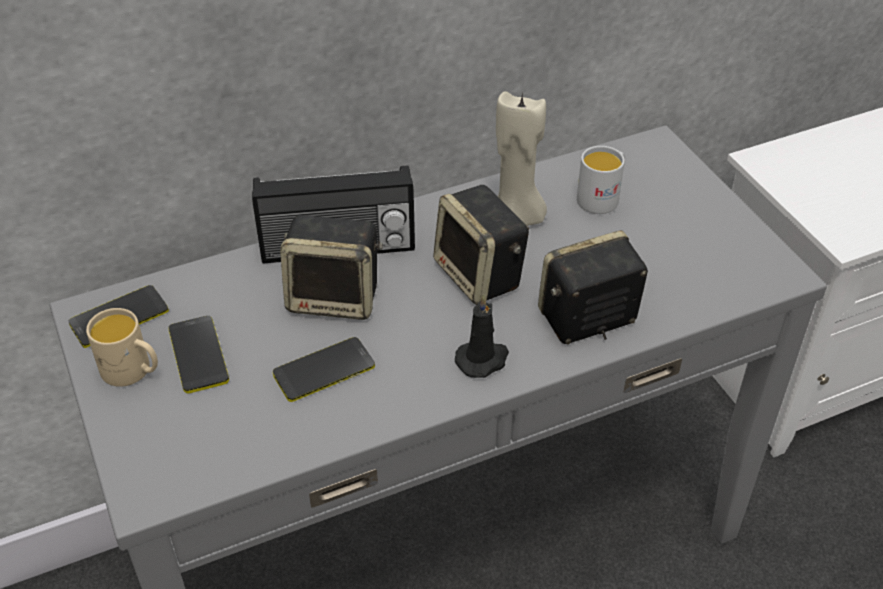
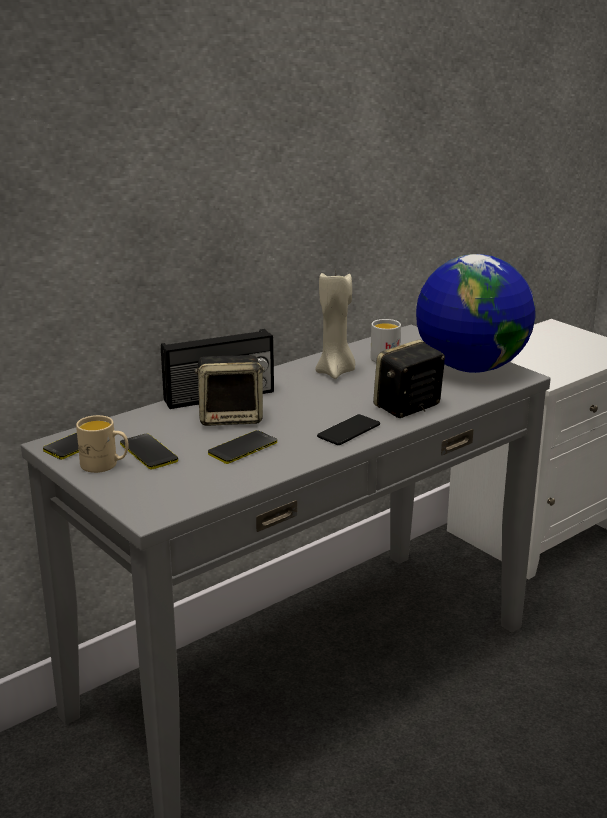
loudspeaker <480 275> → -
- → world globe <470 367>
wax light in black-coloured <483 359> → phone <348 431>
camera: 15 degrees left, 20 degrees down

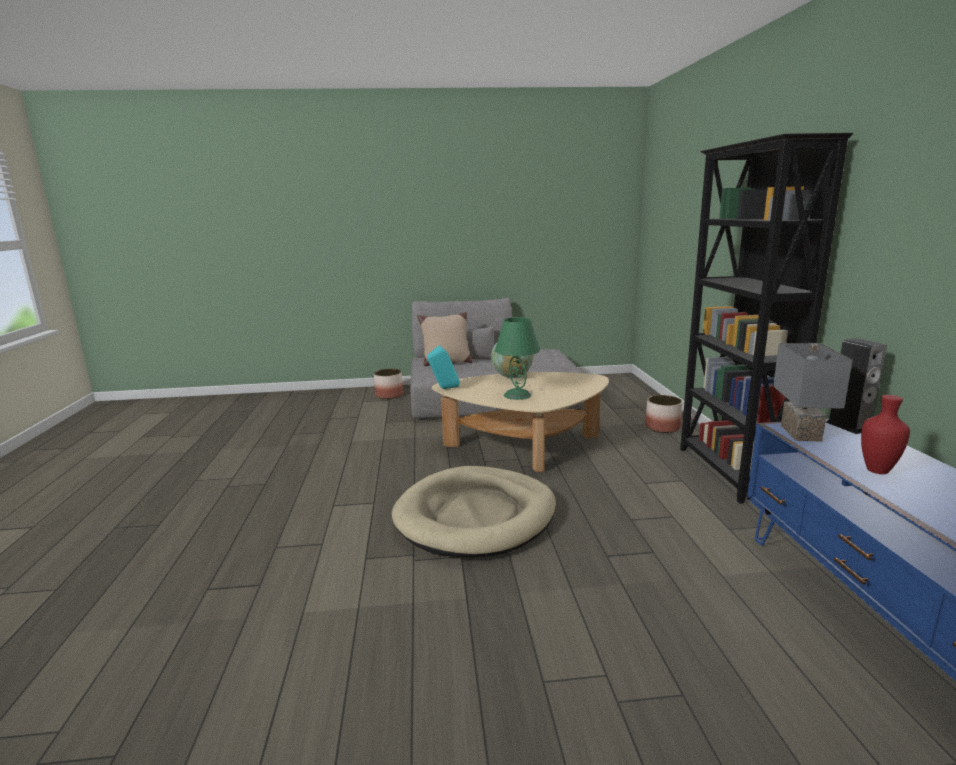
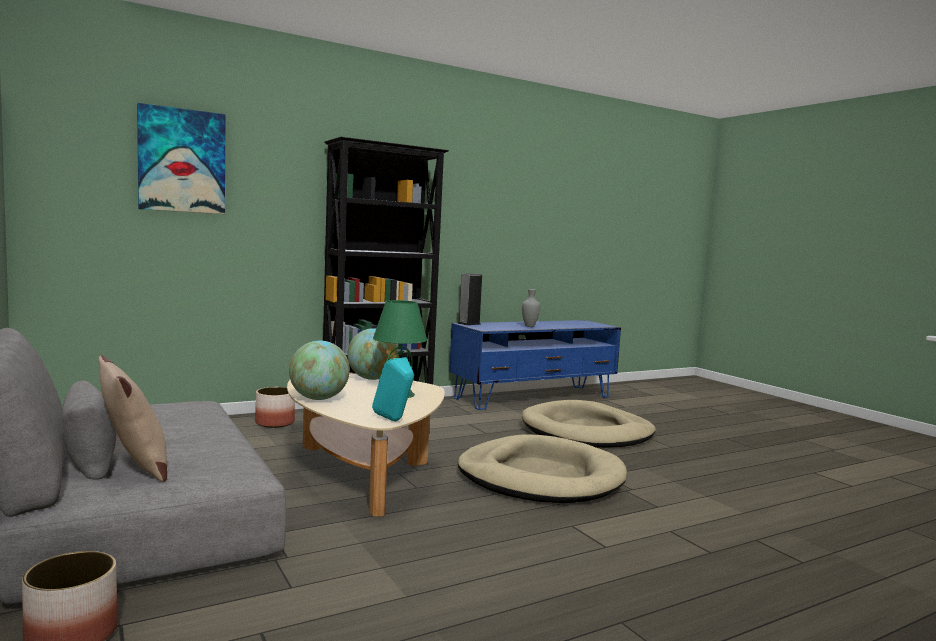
table lamp in greyish <803 433> → -
- → wall art <182 161>
- → world globe <372 379>
- → dog bed in sand-coloured <587 431>
vase in red <877 470> → vase in greyish <529 326>
camera: 115 degrees left, 10 degrees down

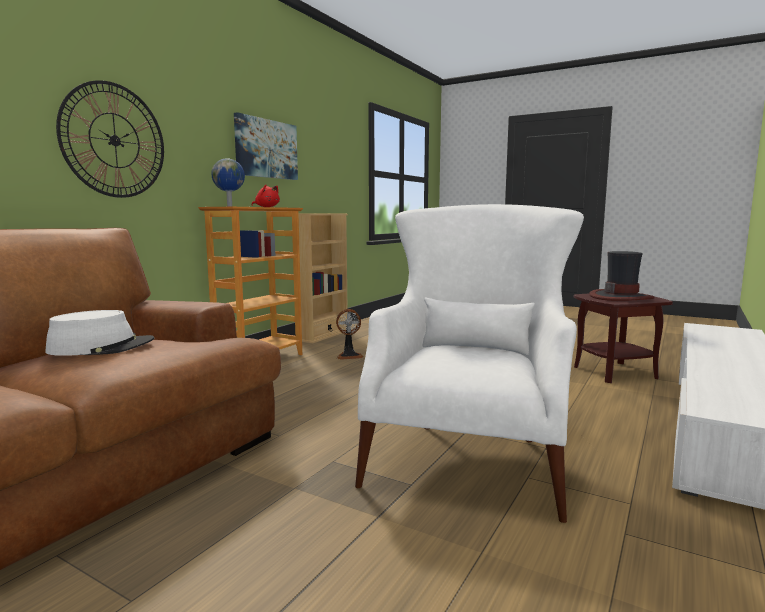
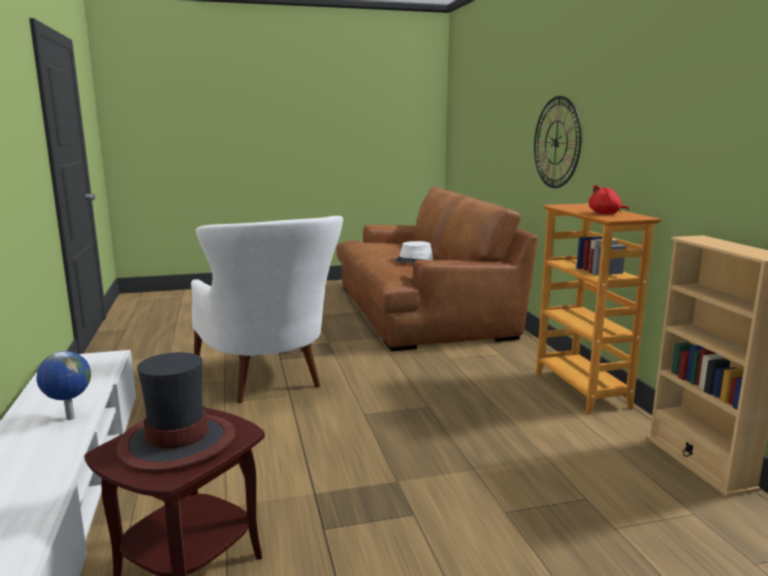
wall art <266 149> → -
fan <349 356> → -
world globe <230 206> → world globe <69 418>, relocated
camera: 135 degrees right, 5 degrees up

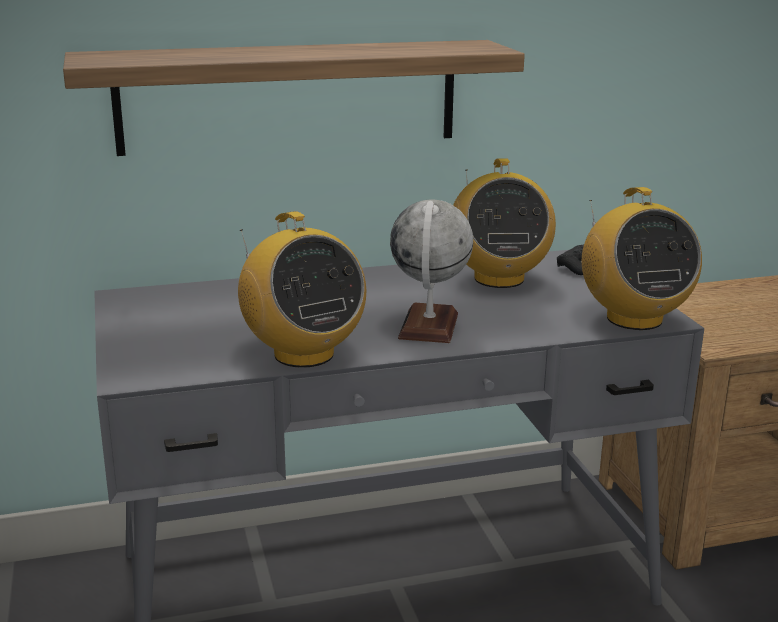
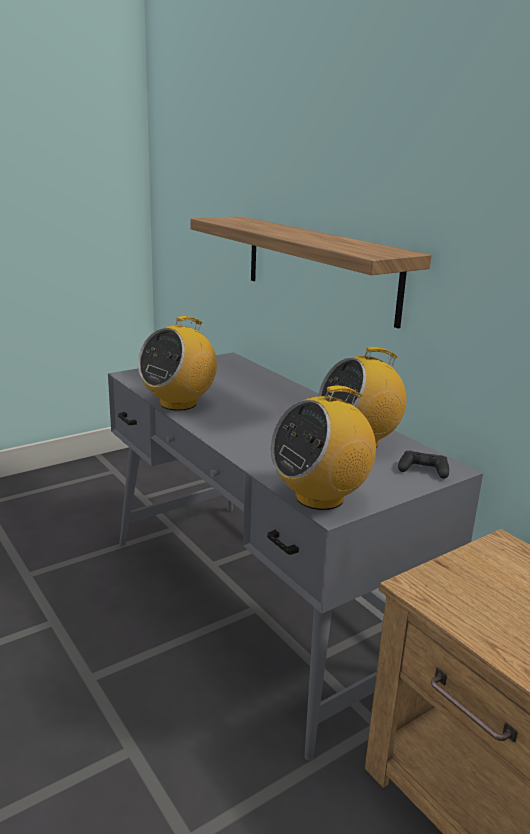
world globe <429 326> → -
camera: 70 degrees right, 0 degrees up

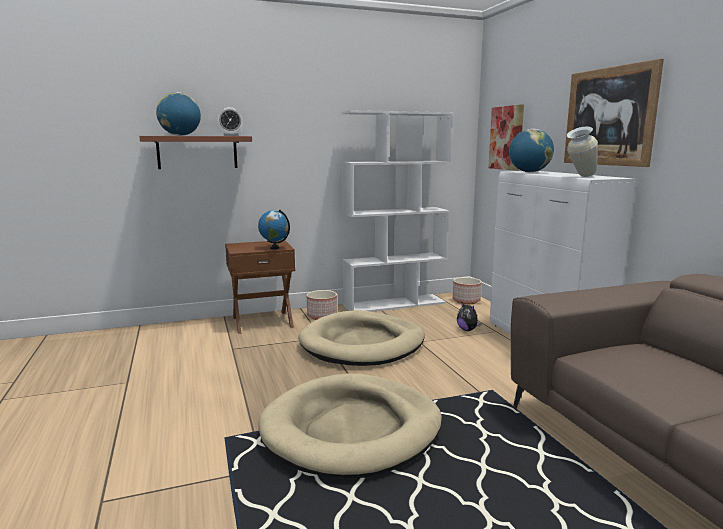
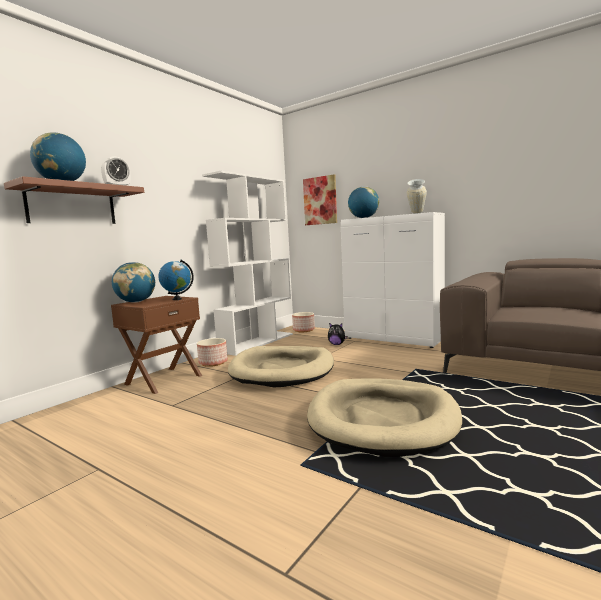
wall art <609 117> → -
- → world globe <136 302>
camera: 35 degrees left, 5 degrees down

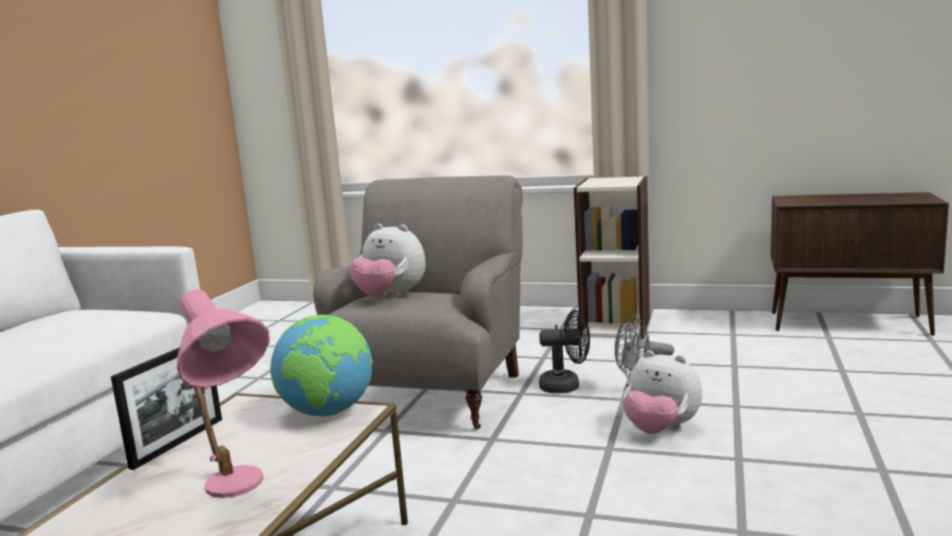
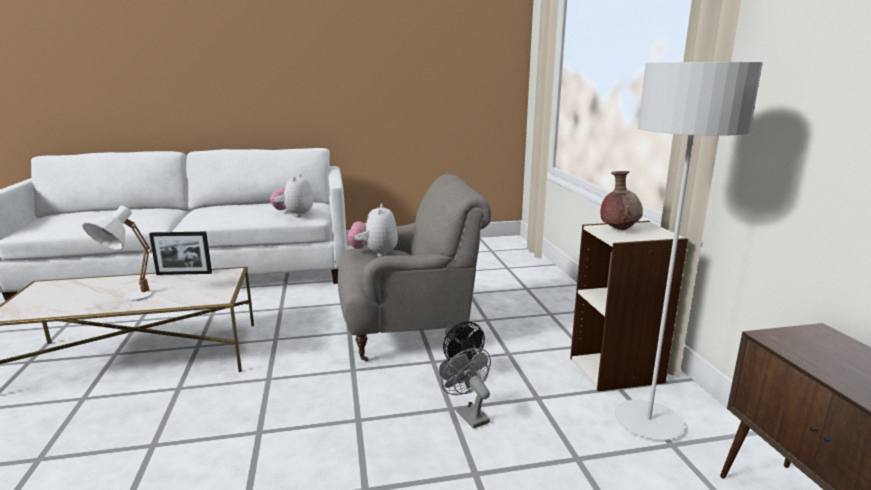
world globe <328 412> → -
- → vase in brown <618 229>
- → standing lamp in greyish <648 422>
soft toy <661 430> → soft toy <294 214>, relocated
table lamp in pink <239 492> → table lamp in white-coloured <128 299>
camera: 60 degrees right, 5 degrees up

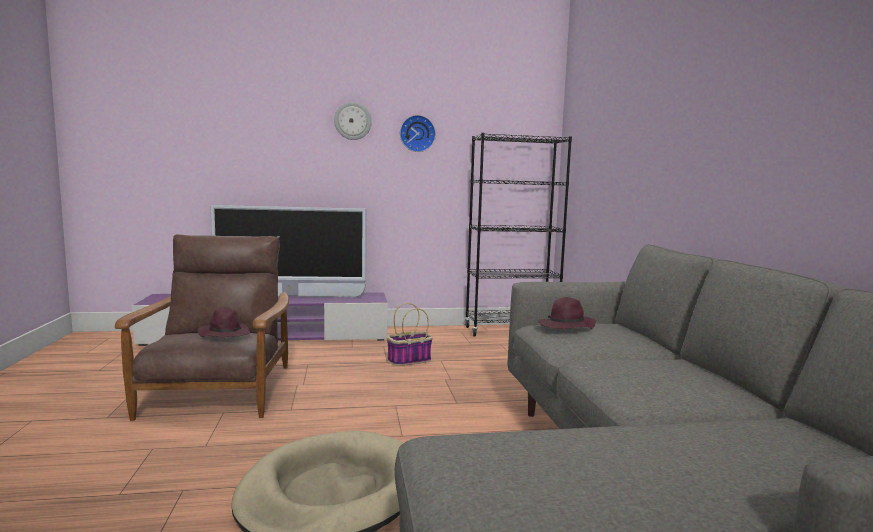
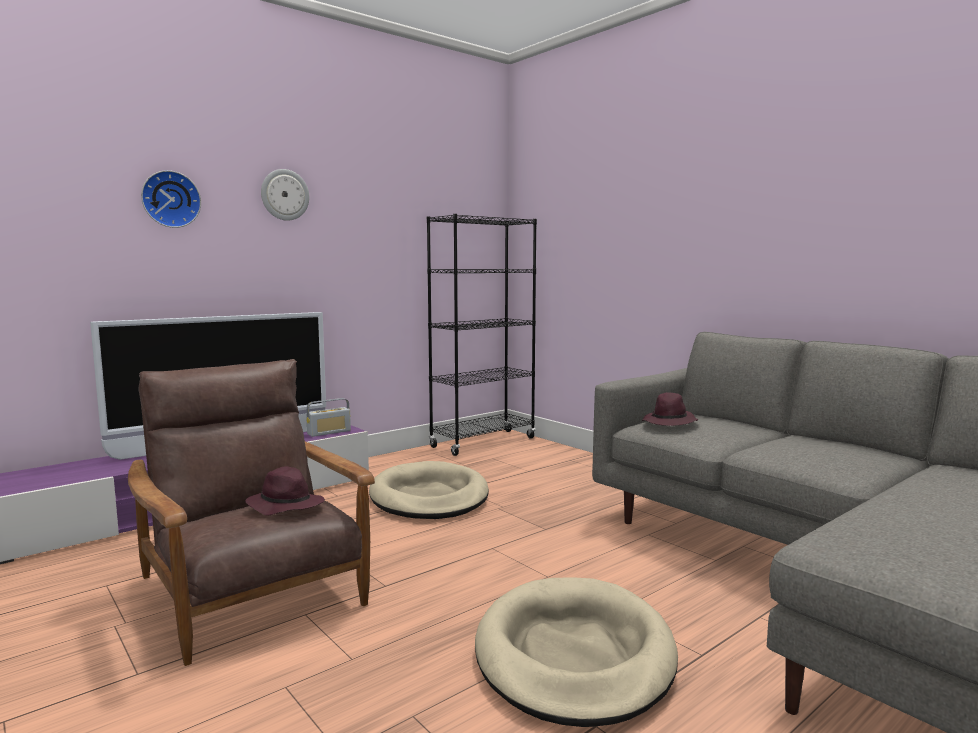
- → radio <329 432>
clock on the wall <417 133> → clock on the wall <170 199>, relocated
basket <409 360> → dog bed in sand-coloured <429 497>
camera: 30 degrees left, 0 degrees up

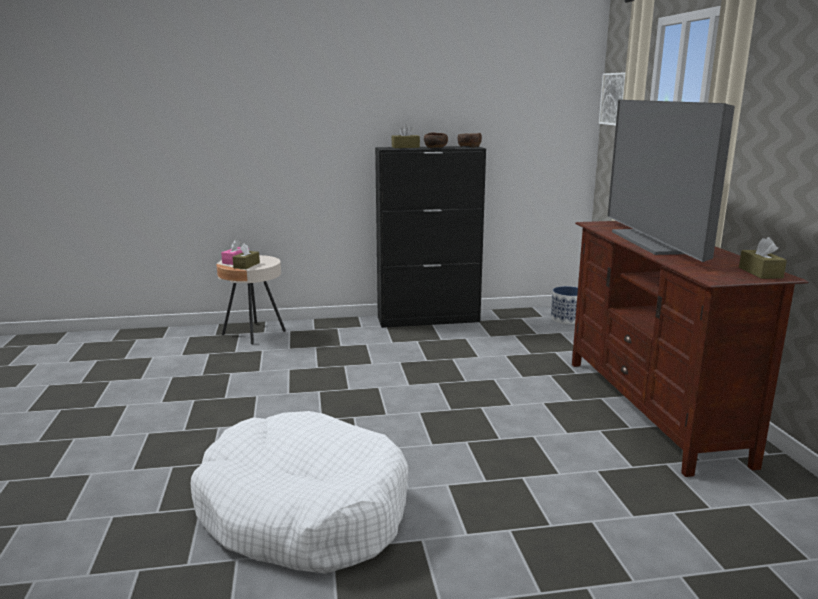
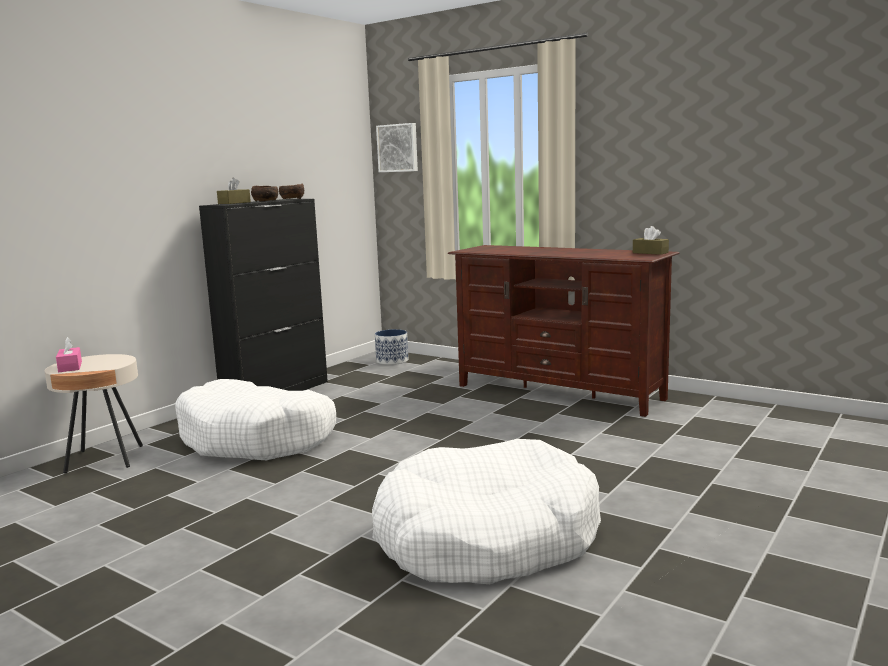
tissue holder in brown <246 265> → -
TV set <656 242> → -
- → dog bed in white-coloured <257 439>
camera: 45 degrees left, 5 degrees down

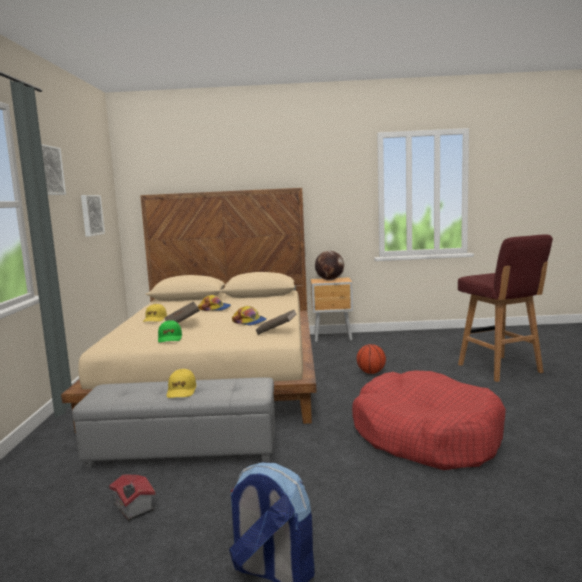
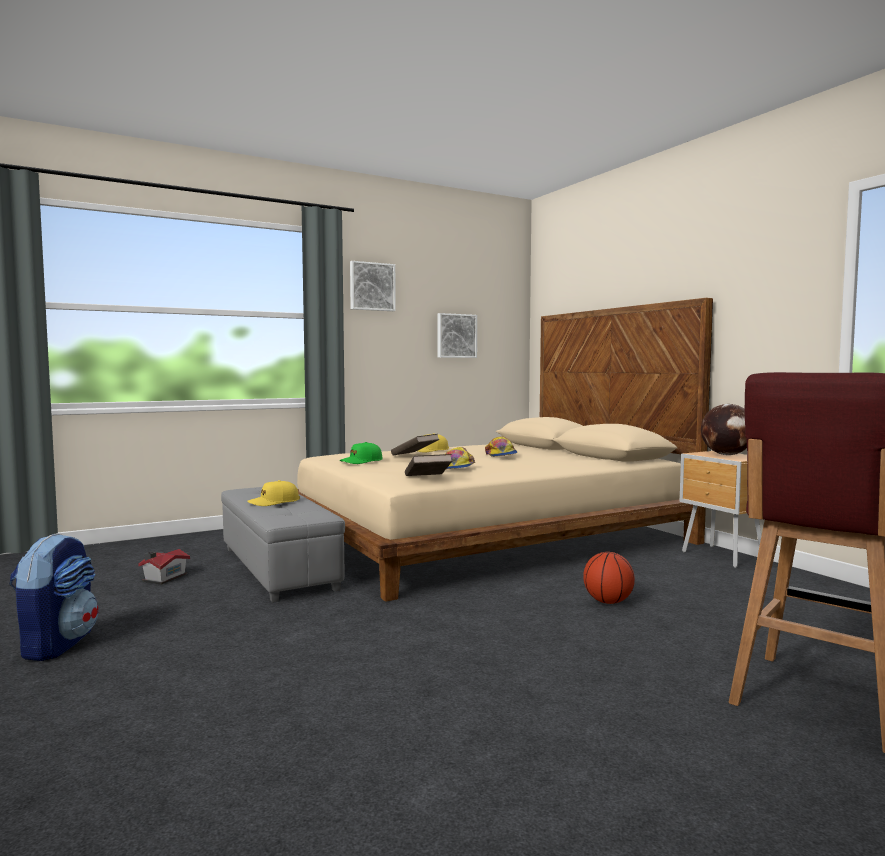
dog bed in red <426 436> → -
camera: 60 degrees right, 5 degrees down

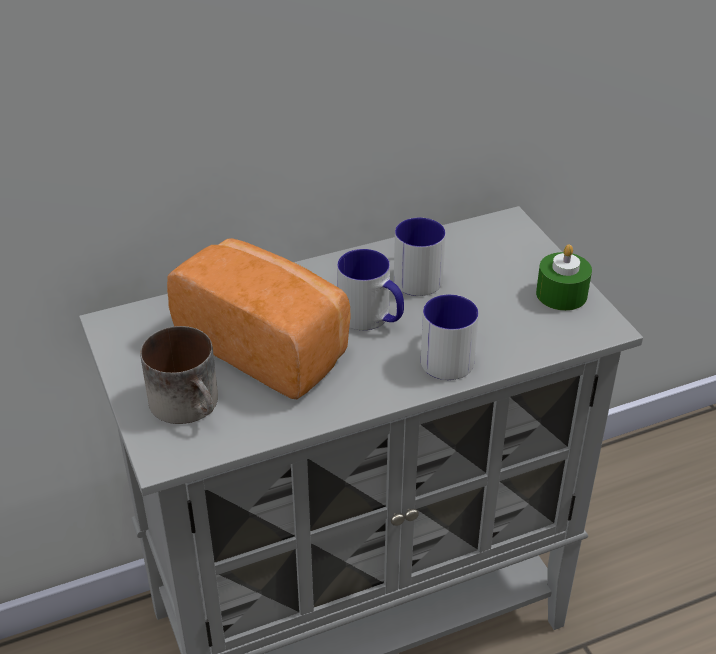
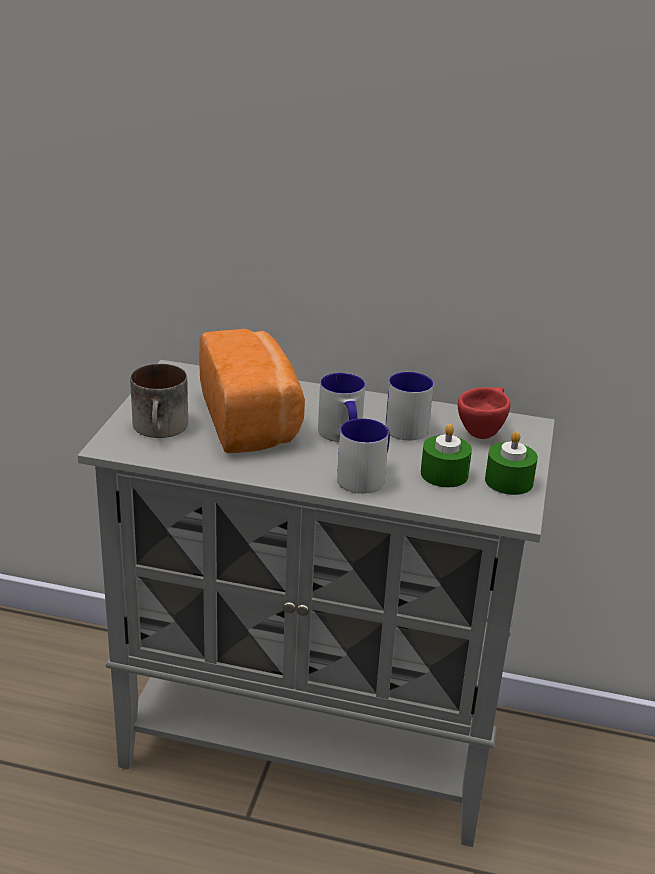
- → wax light in greenish <444 474>
- → small cup in red <482 431>
camera: 35 degrees right, 10 degrees down

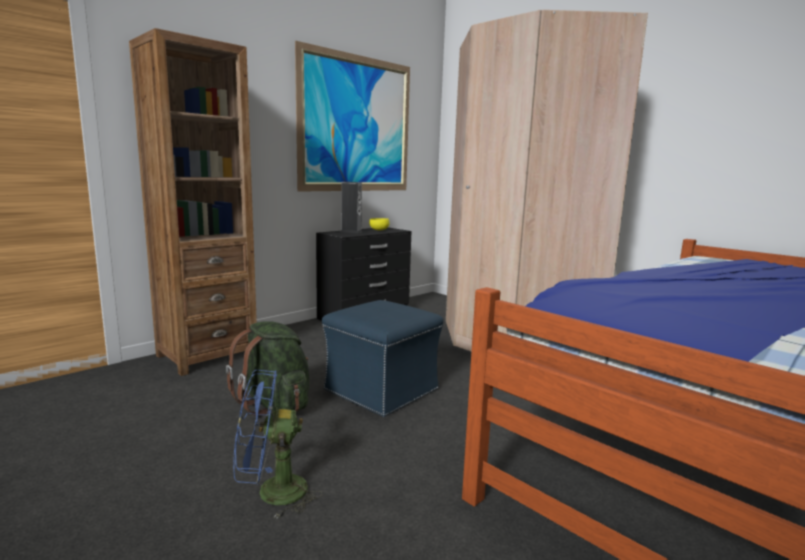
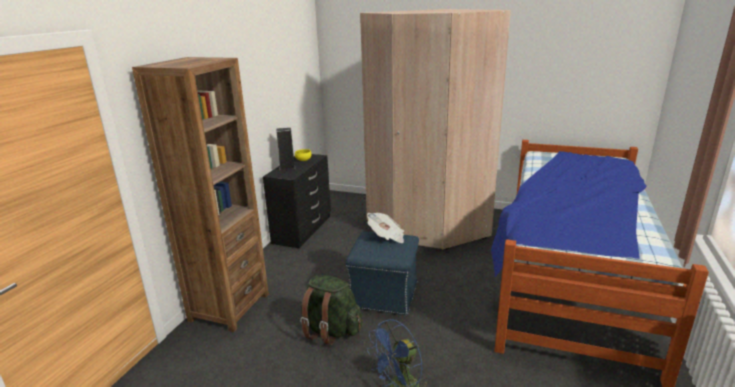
wall art <357 124> → -
- → newspaper <386 237>
camera: 25 degrees left, 10 degrees up

